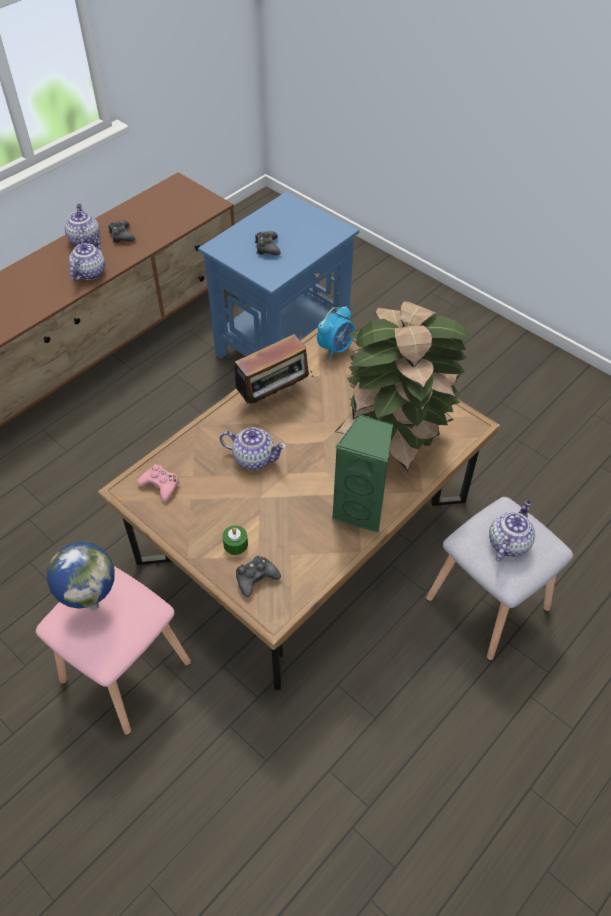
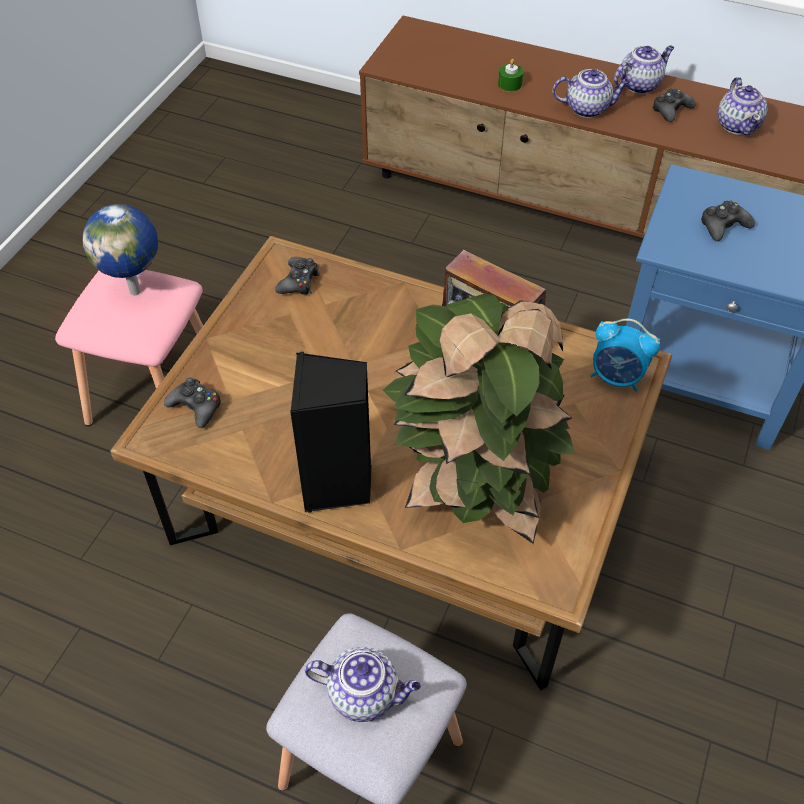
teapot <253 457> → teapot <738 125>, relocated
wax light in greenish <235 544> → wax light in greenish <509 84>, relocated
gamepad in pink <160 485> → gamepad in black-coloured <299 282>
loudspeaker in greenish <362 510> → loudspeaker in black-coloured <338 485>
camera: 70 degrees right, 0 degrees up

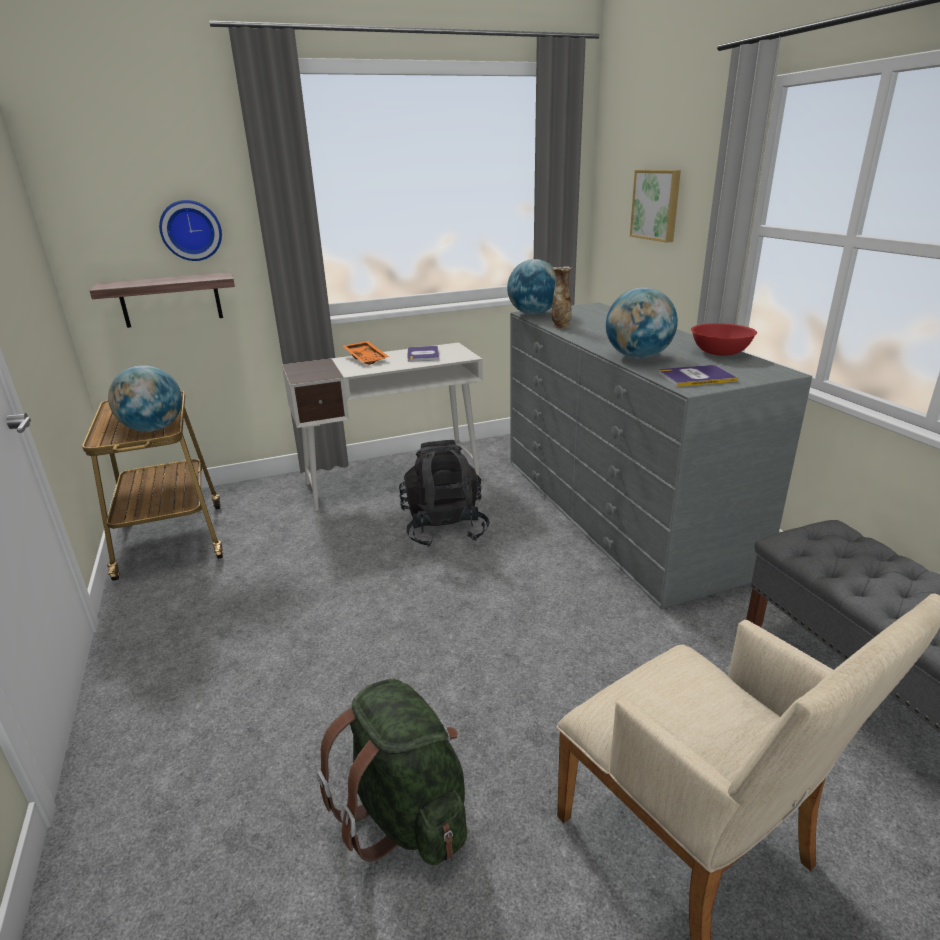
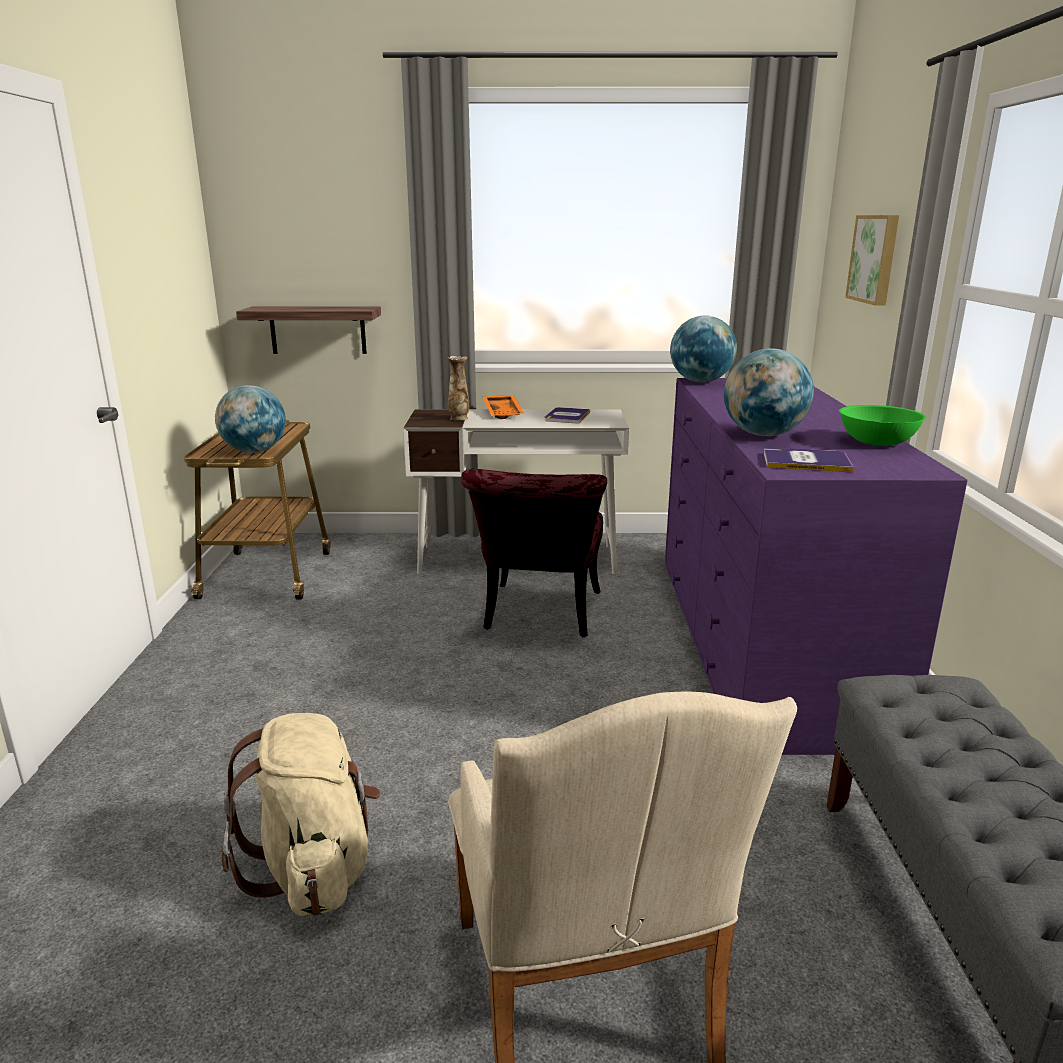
clock on the wall <191 230> → -
vase <560 326> → vase <459 418>, relocated
knapsack in black-coloured <444 528> → upright chair in red <540 617>
knapsack in greenish <406 812> → knapsack in sand-coloured <314 868>
dresser in greyish <618 511> → dresser in purplish <761 639>
deep dish in red <720 352> → deep dish in greenish <877 442>
camera: 20 degrees right, 5 degrees down

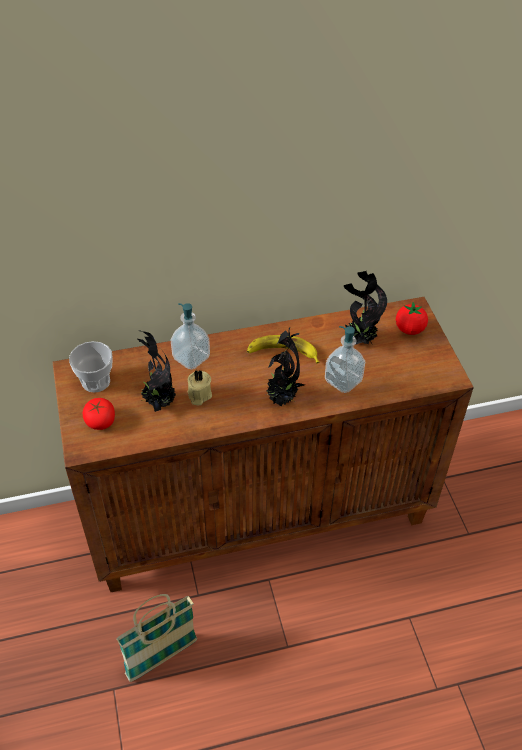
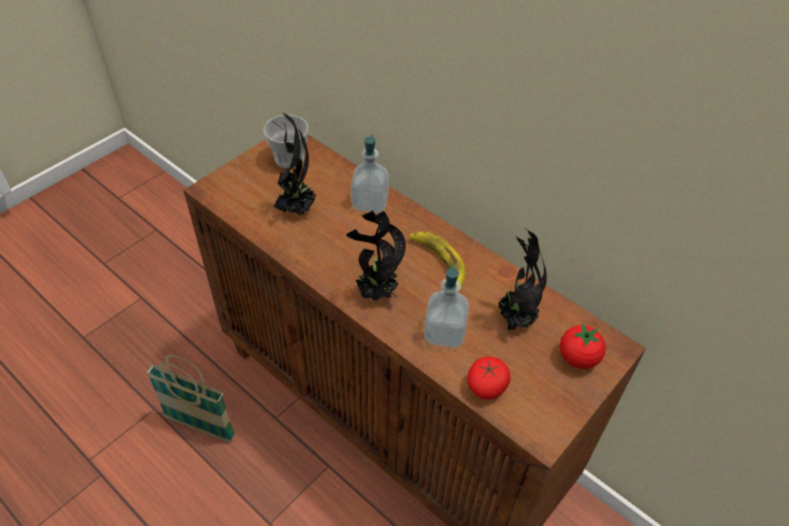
wax light in sand-coloured <199 395> → -
whole tomato <100 421> → whole tomato <486 386>, relocated
camera: 55 degrees right, 0 degrees up

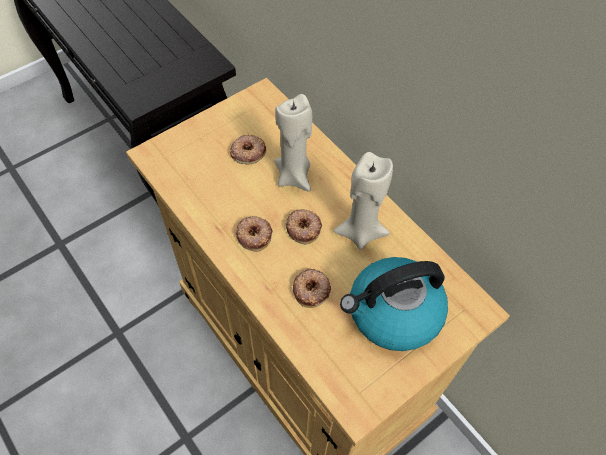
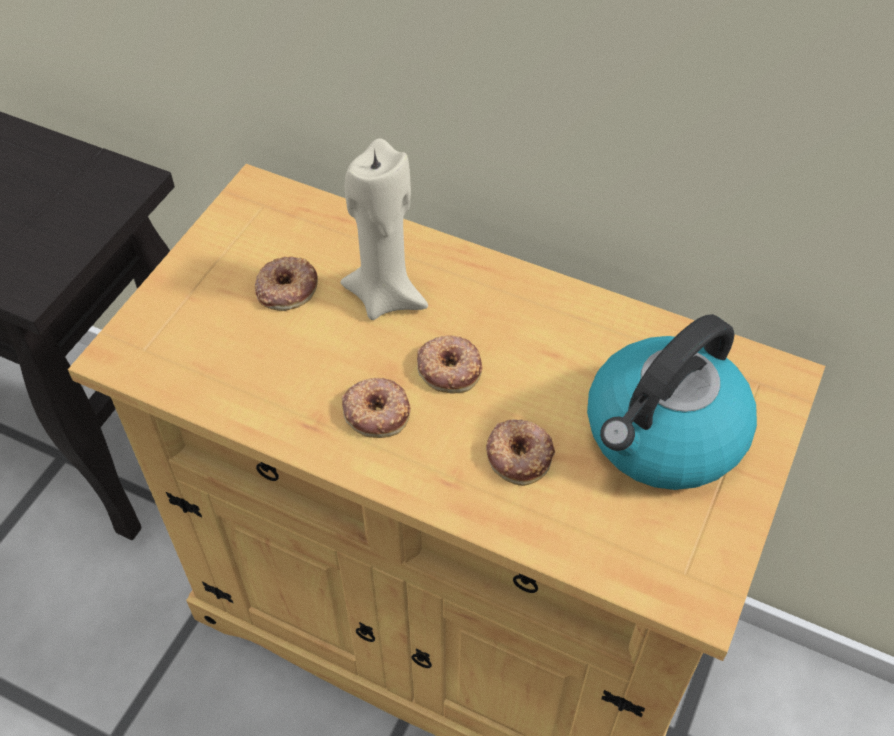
wax light in sand-coloured <360 232> → -
camera: 25 degrees left, 5 degrees down

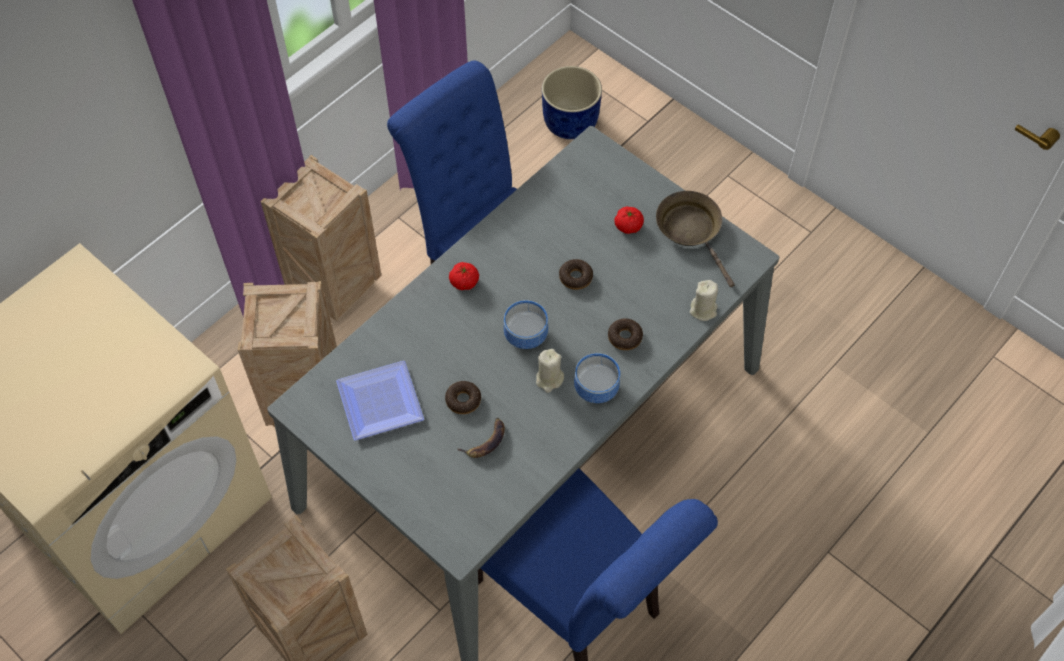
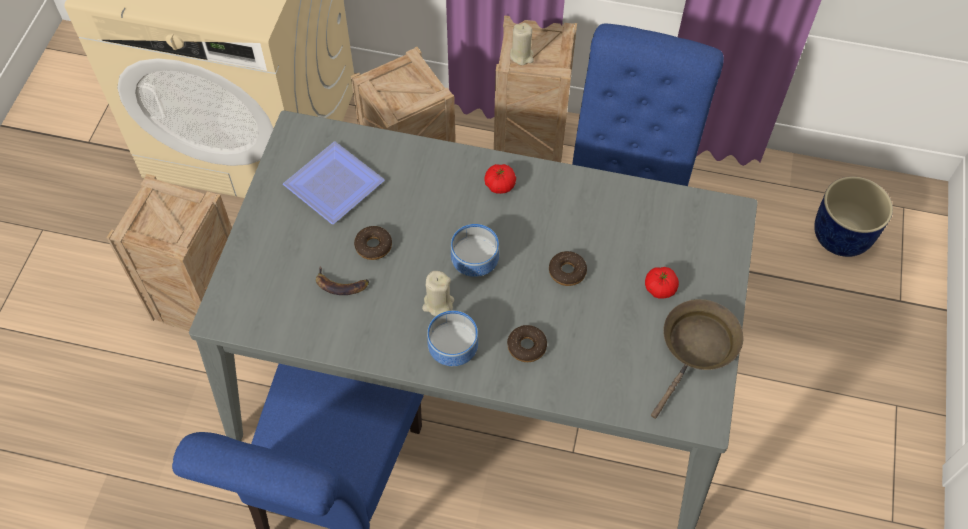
wax light in sand-coloured <703 310> → wax light in sand-coloured <521 56>, relocated
camera: 60 degrees right, 0 degrees up

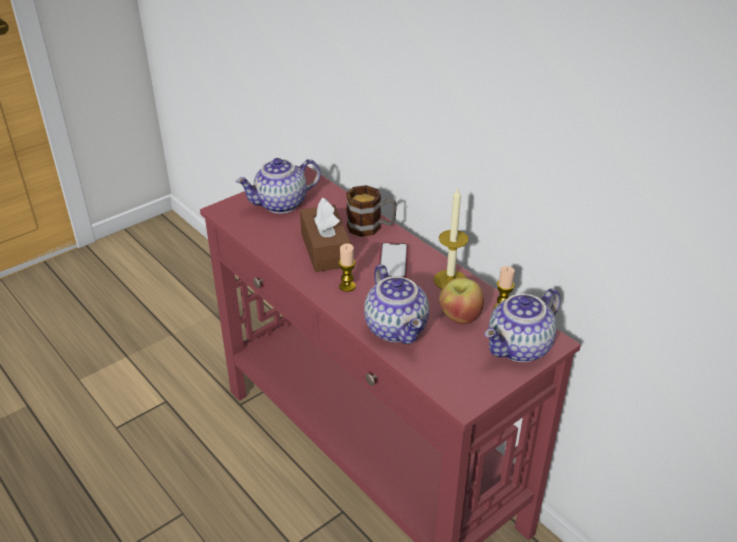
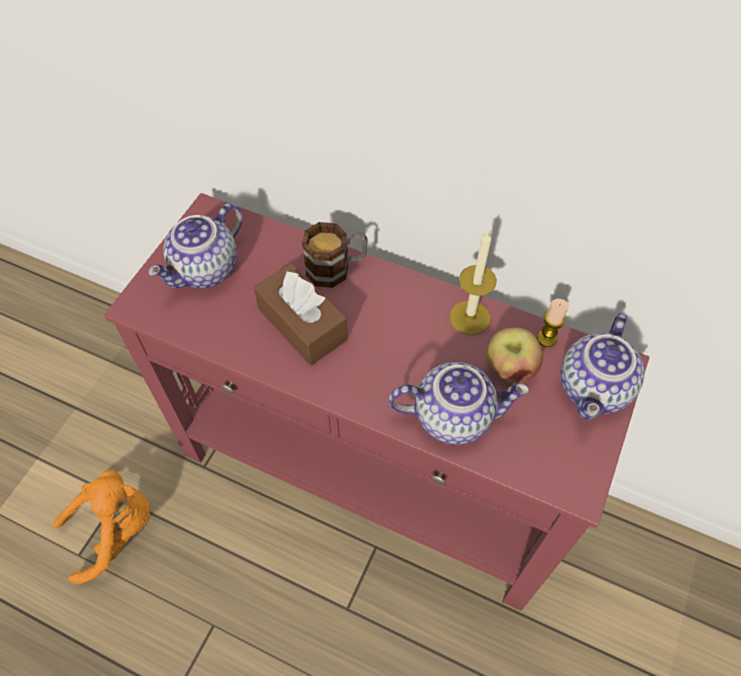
wax light <347 286> → -
phone <393 262> → -
- → soft toy in orangey <116 530>
teapot <398 328> → teapot <453 415>, 45 degrees counterclockwise
camera: 25 degrees left, 20 degrees up

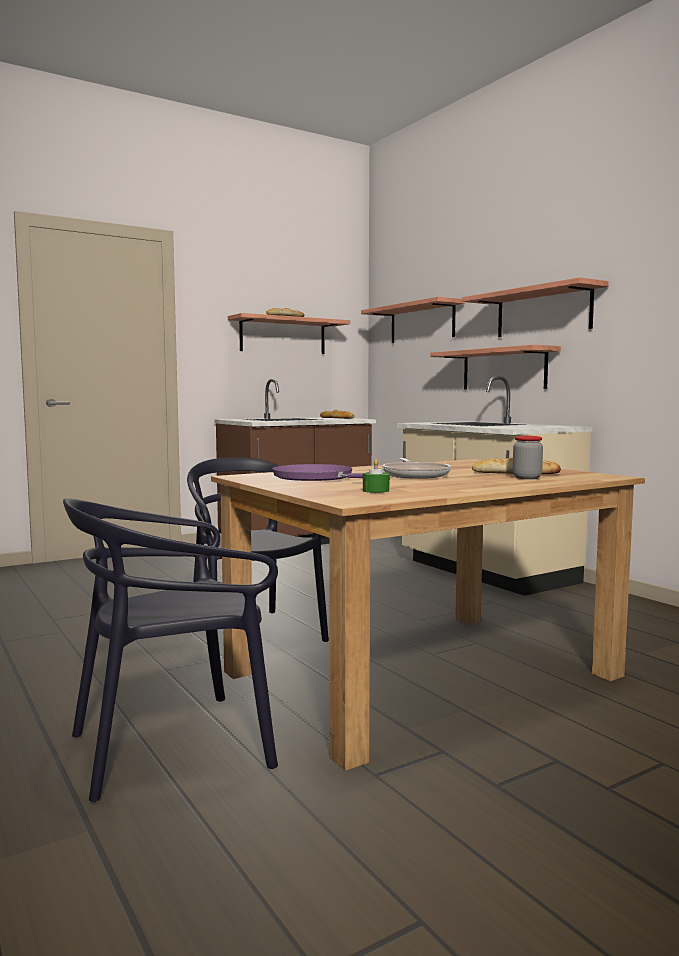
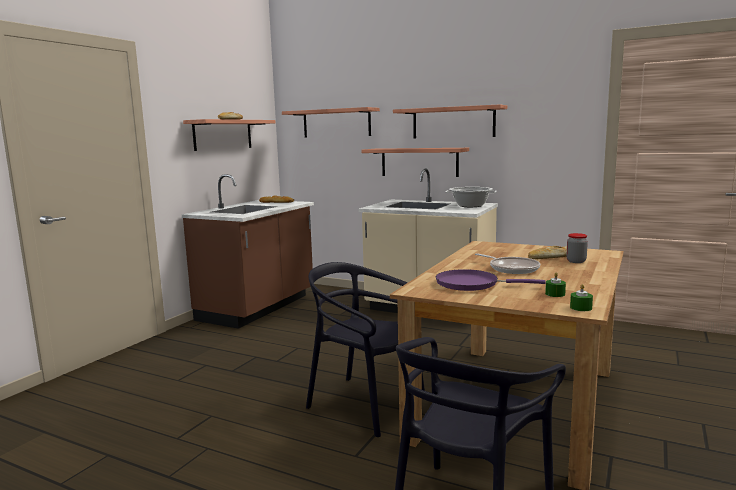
- → cooking pot <470 205>
- → wax light in greenish <581 308>
camera: 30 degrees left, 5 degrees up

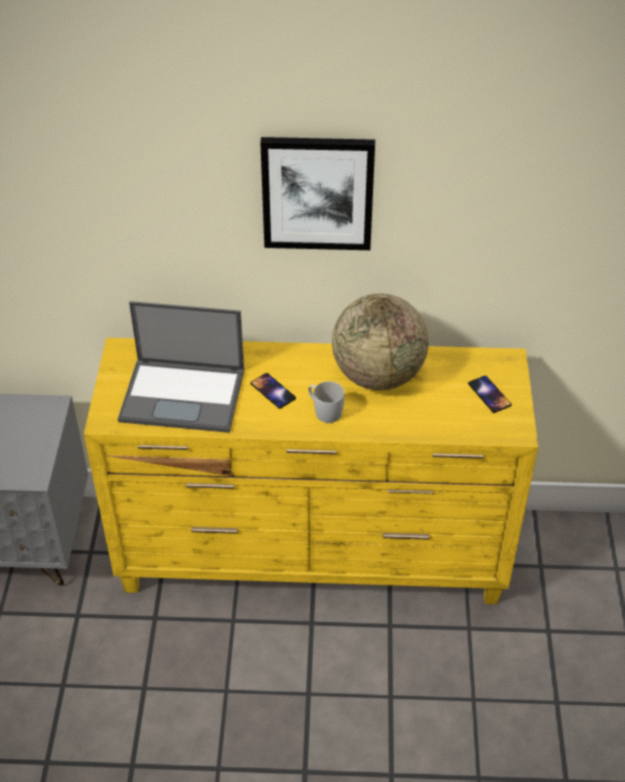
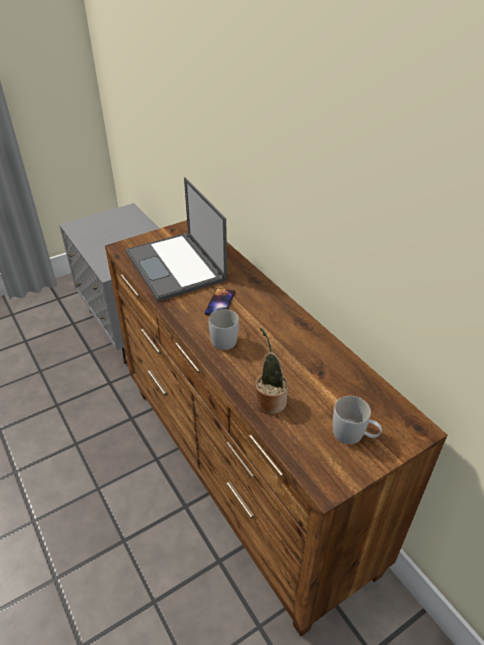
wall art <317 192> → -
world globe <378 375> → -
- → plant in a pot <269 400>
phone <489 394> → tea mug in white-coloured <354 435>
dresser in yellow <314 557> → dresser in brown <242 474>
camera: 55 degrees right, 5 degrees down

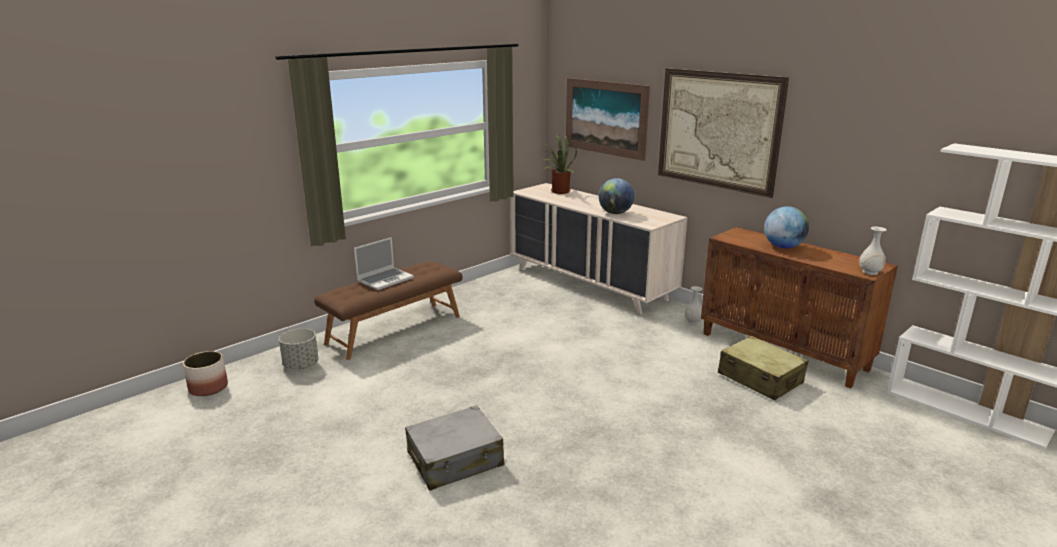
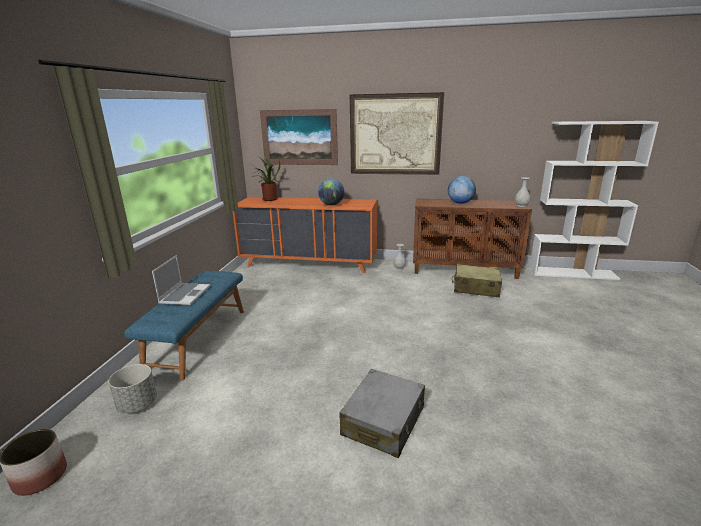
indoor bench in brown <394 329> → indoor bench in blue <198 339>
dresser in sand-coloured <590 284> → dresser in orangey <309 263>
camera: 35 degrees left, 0 degrees up

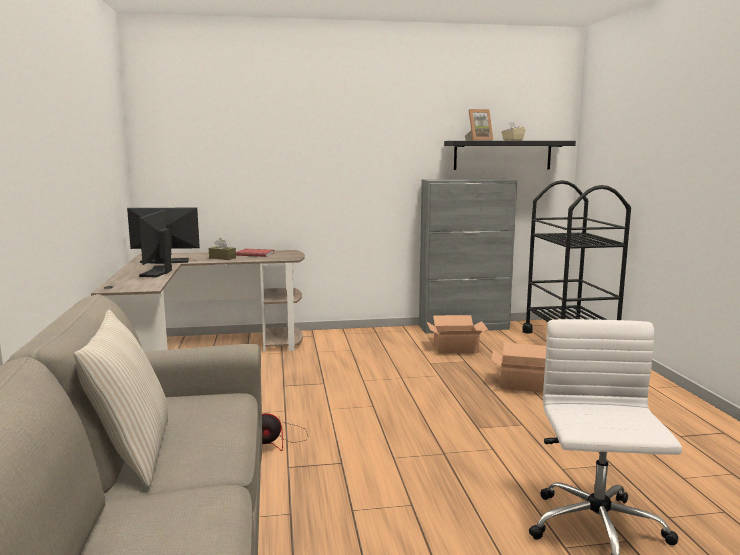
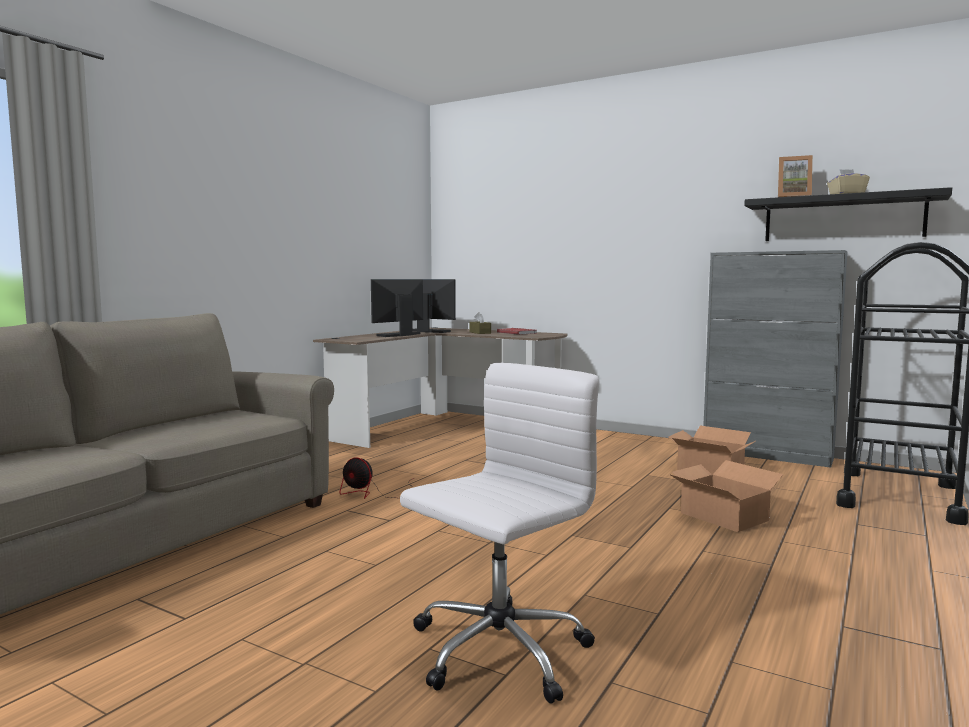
throw pillow in sand-coloured <132 453> → -
camera: 40 degrees right, 5 degrees down

